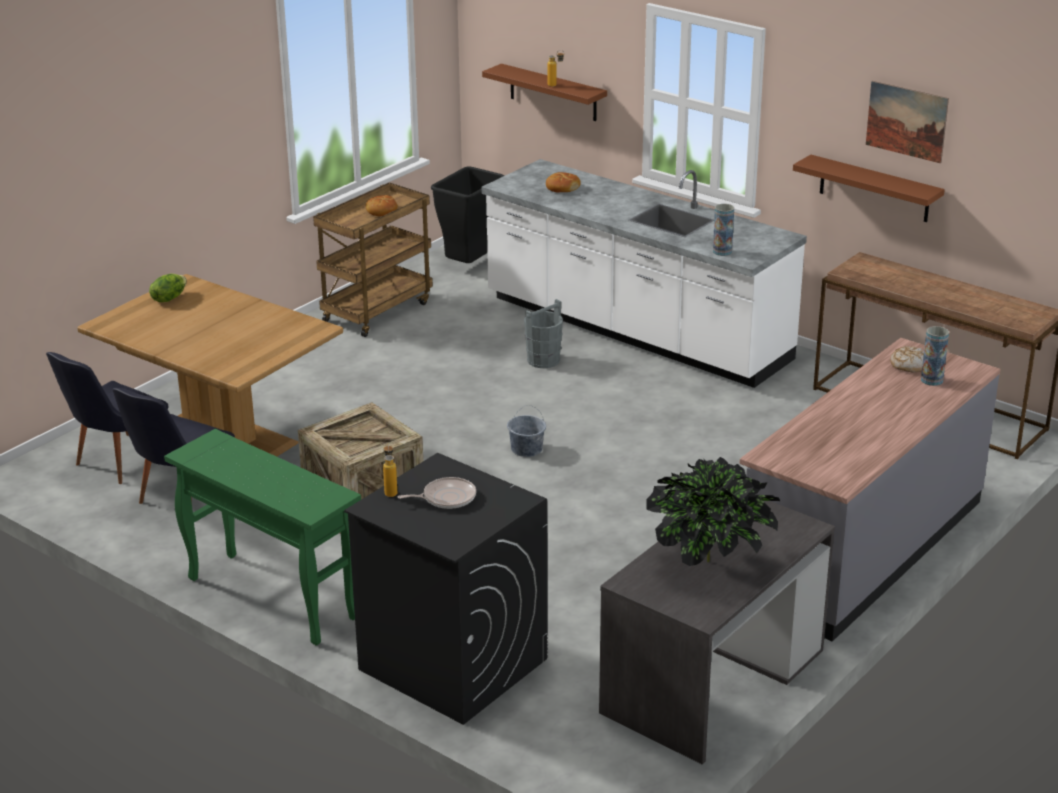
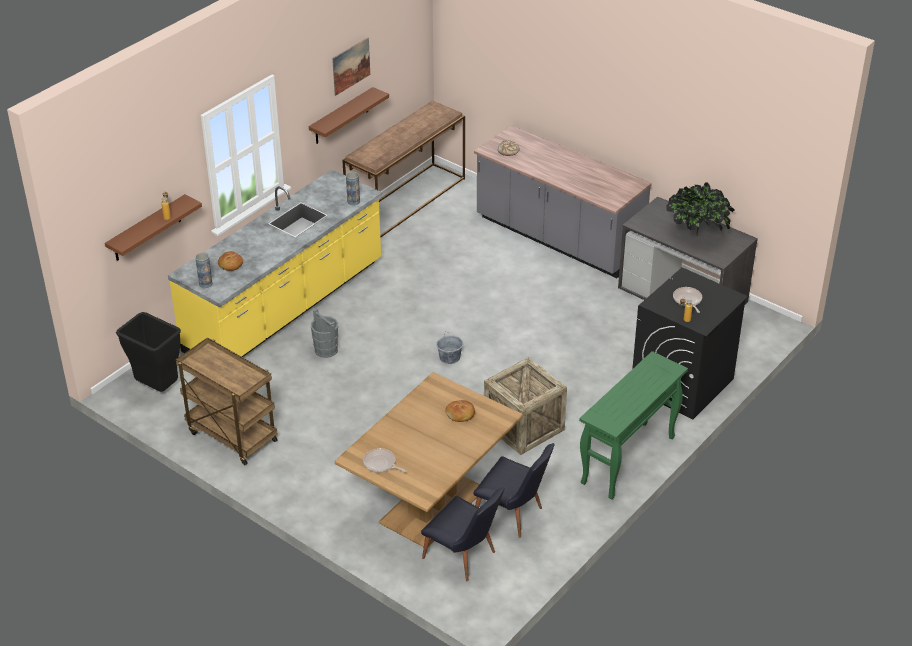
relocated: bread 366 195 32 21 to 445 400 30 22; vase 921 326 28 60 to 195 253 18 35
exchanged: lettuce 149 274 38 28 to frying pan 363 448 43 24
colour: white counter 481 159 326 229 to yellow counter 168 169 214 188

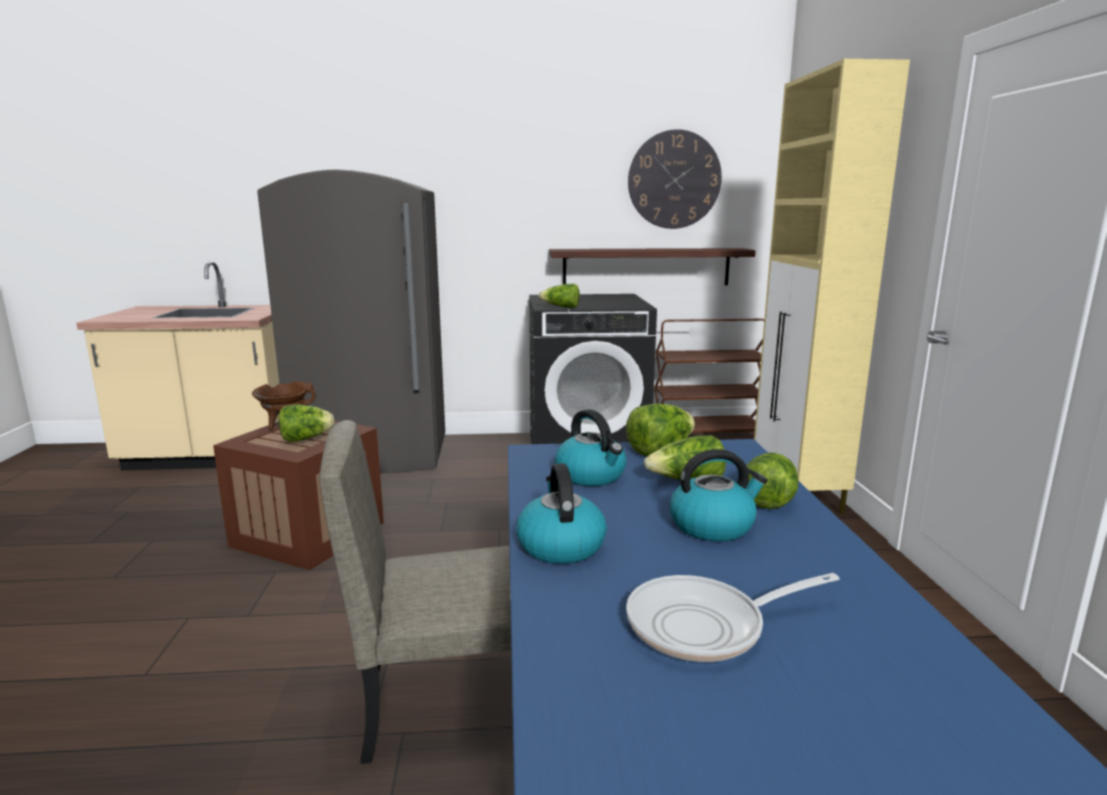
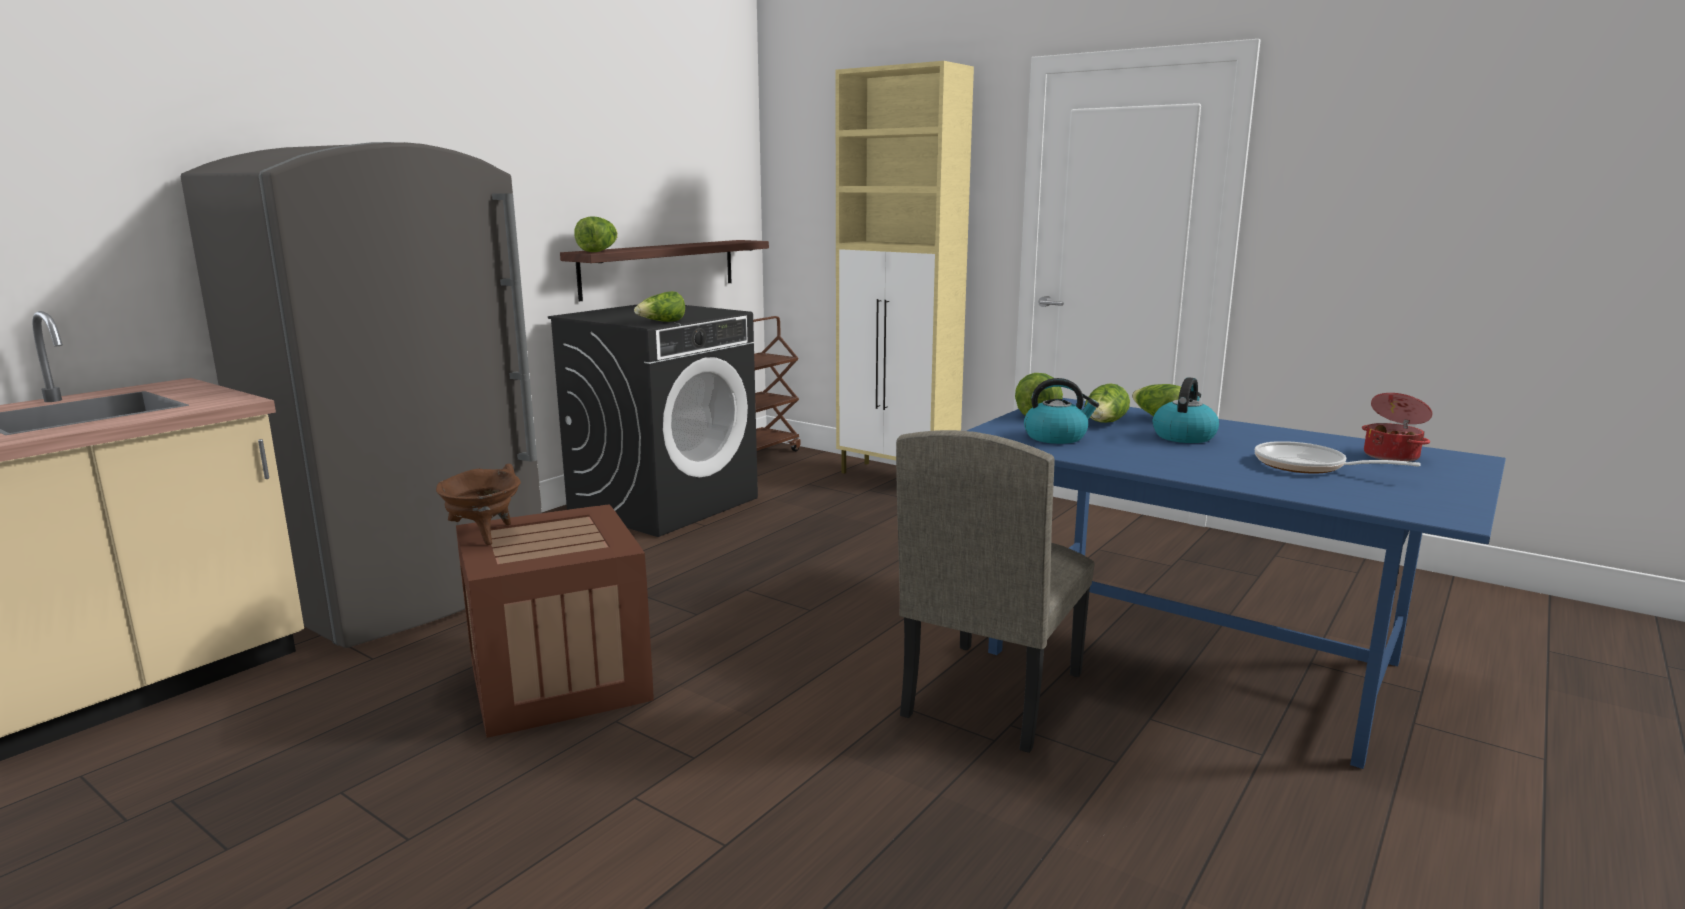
missing: wall clock 628 129 94 100; kettle 516 463 91 101
appeared: cooking pot 1362 393 71 69
relocated: lettuce 279 404 56 38 to 574 216 44 36
spun: frying pan 626 573 214 89 = 1255 441 166 32 105 degrees clockwise

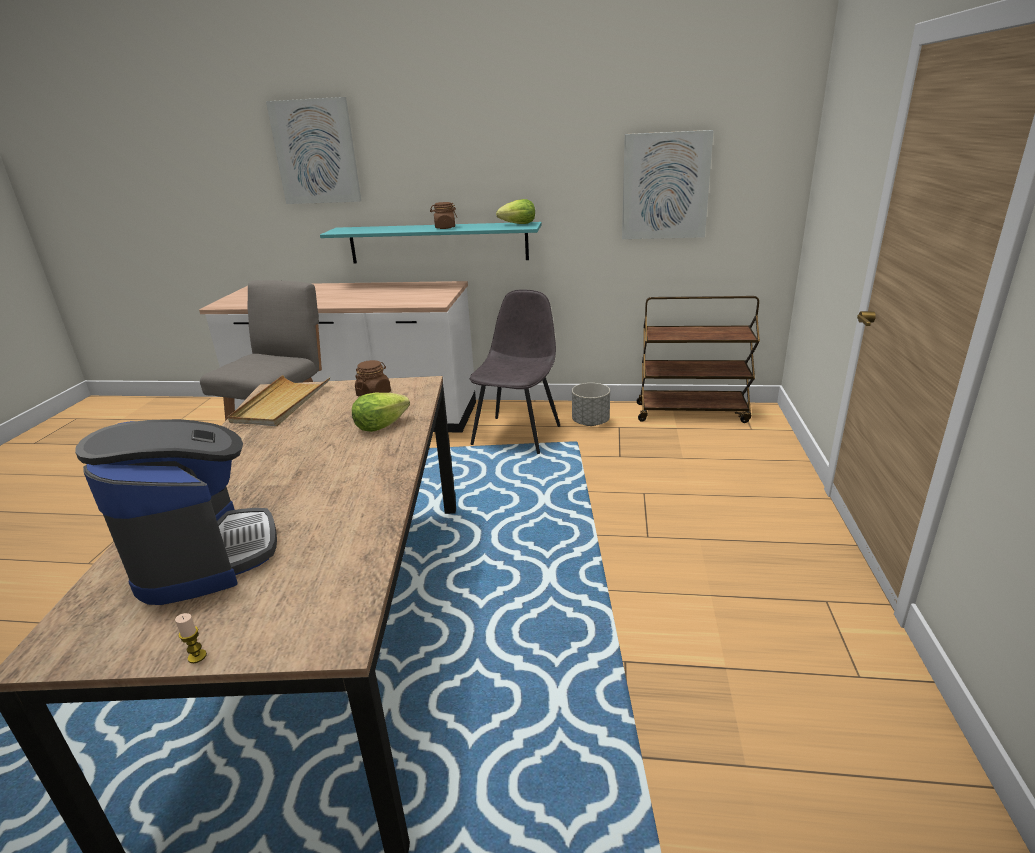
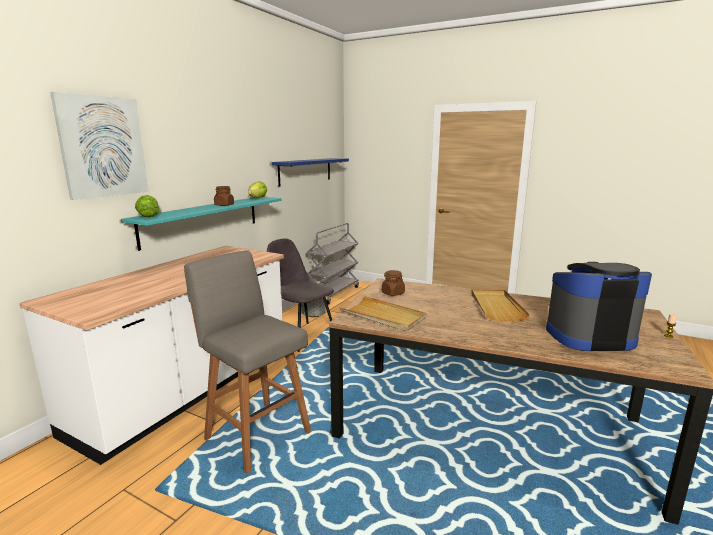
appeared: beige tray 471 289 59 33
relocated: lettuce 352 393 58 39 to 135 195 24 22
exchanged: picture 622 130 92 109 to blue shelf 272 158 77 29
colour: brown cart 637 296 123 127 to grey cart 306 223 53 82

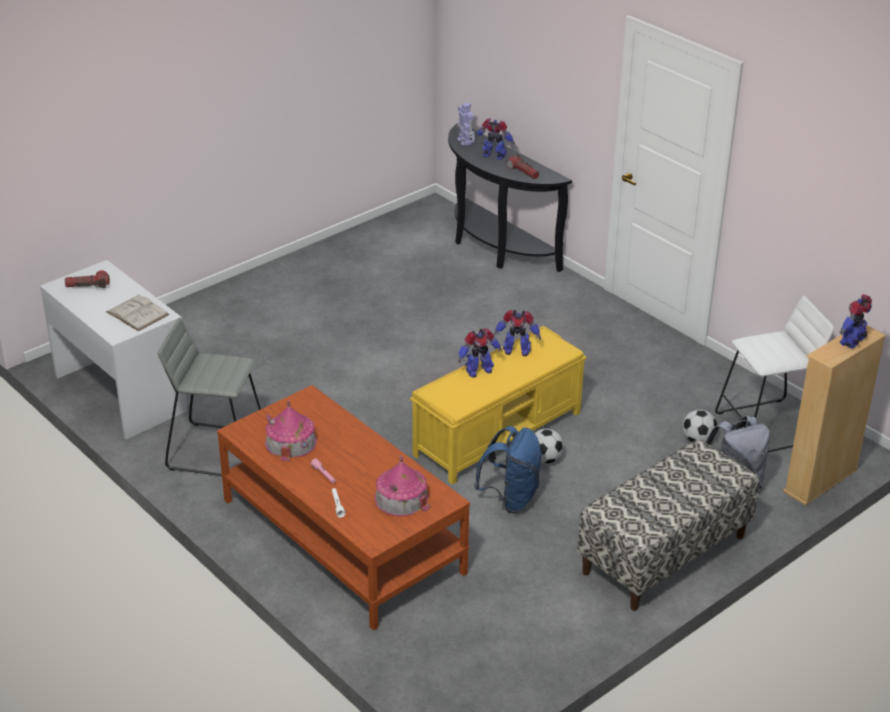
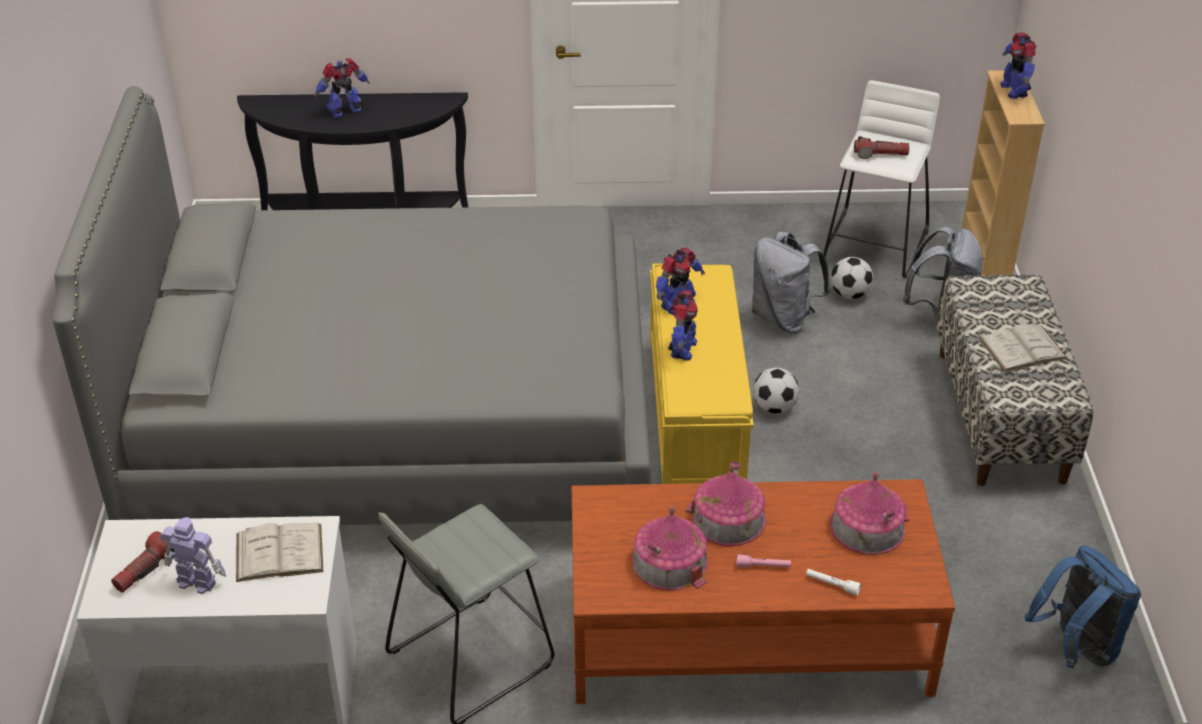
appeared: grey bed 53 86 598 439; grey backpack 752 232 79 101; white book 979 324 89 48; toy house 685 462 81 84
relocated: toy robot 457 103 18 43 to 160 517 66 77; flashlight 506 155 33 24 to 854 136 55 23; blue backpack 474 426 68 87 to 1025 545 116 123

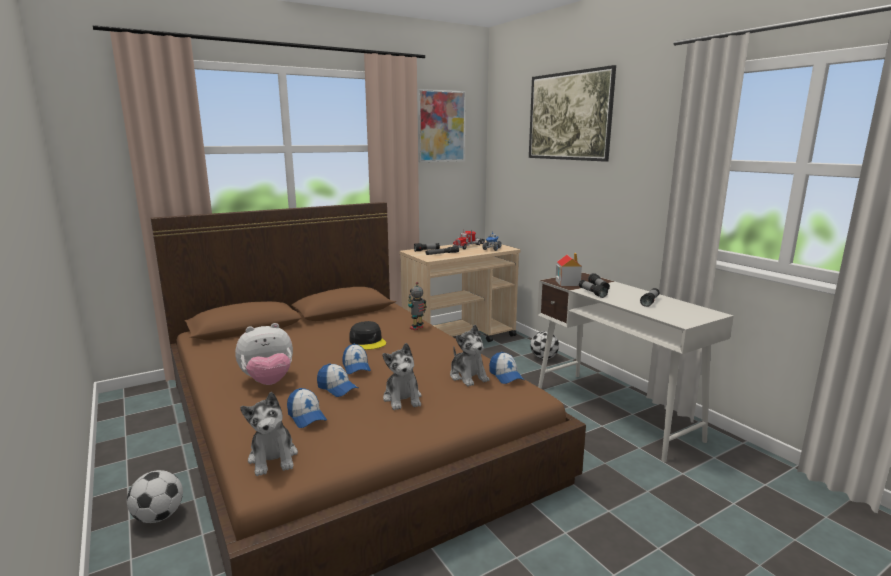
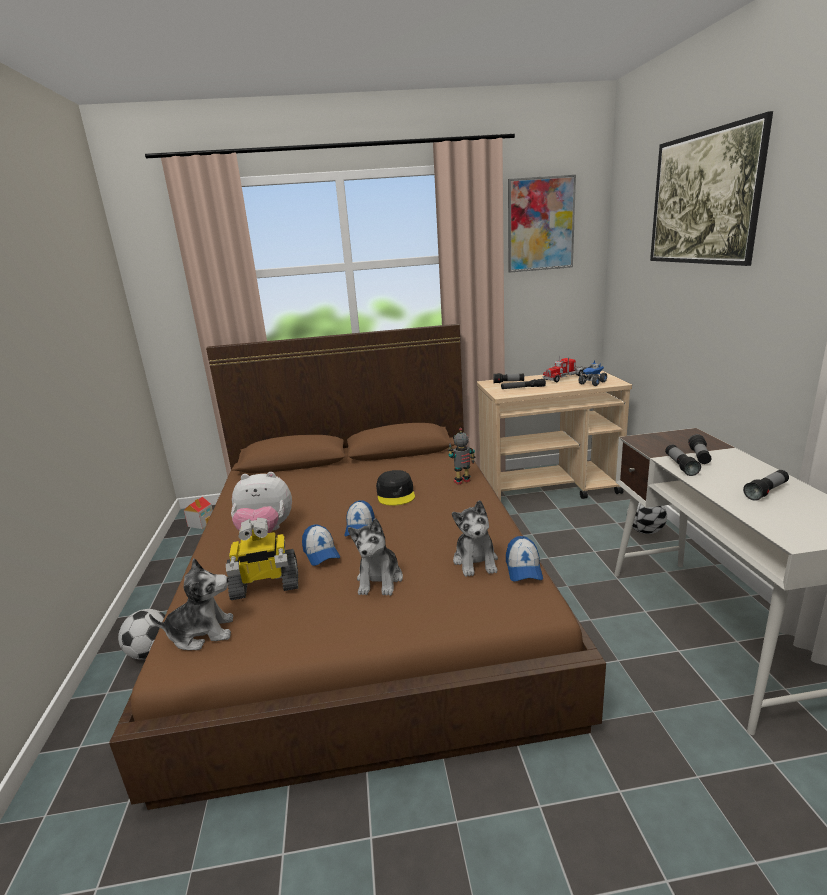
relocated: toy house 556 253 26 33 to 184 497 29 32
exchanged: cap 287 388 40 40 to toy robot 226 517 72 83
spun: plush toy 240 392 58 84 = 149 558 84 92 105 degrees counterclockwise

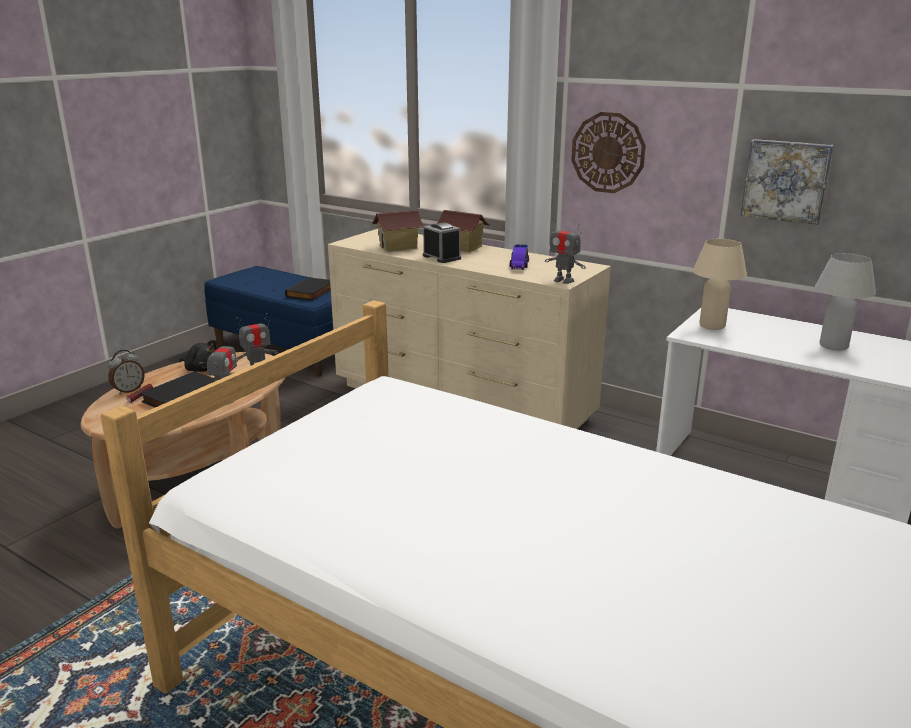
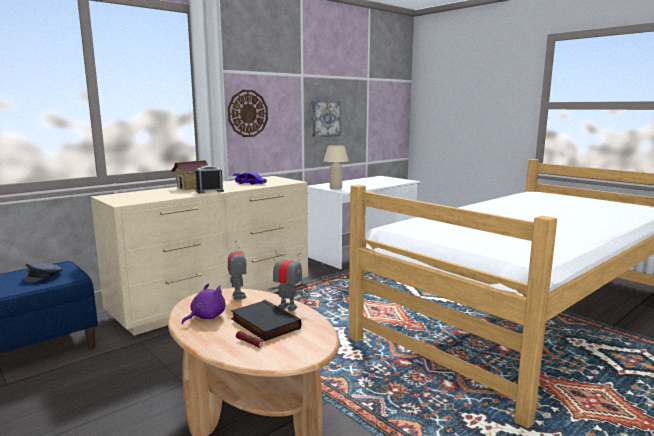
missing: toy house 372 210 52 42; toy robot 545 218 41 66; white table lamp 815 253 61 98; alarm clock 108 350 37 45
exchanged: black book 285 277 46 23 to grey cap 23 263 40 19
colour: black plush toy 179 340 38 32 to purple plush toy 181 283 44 41

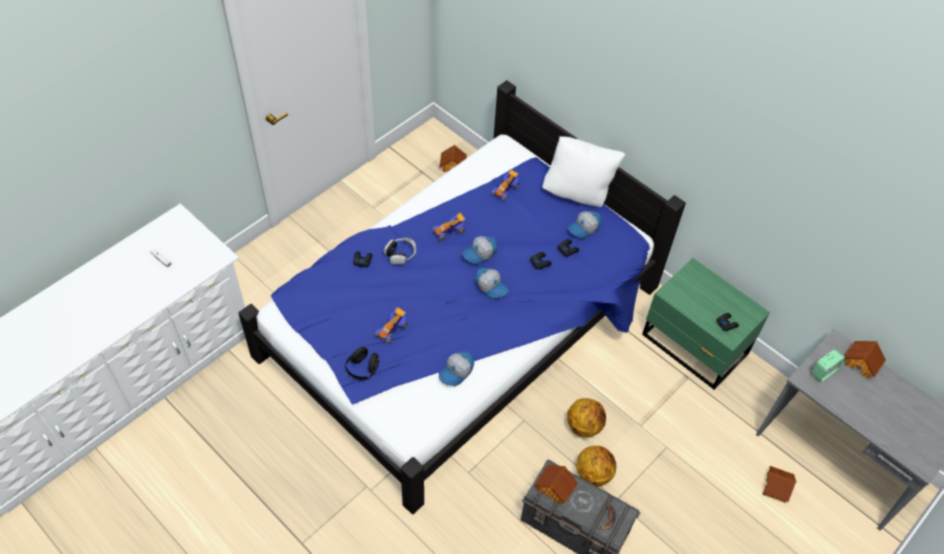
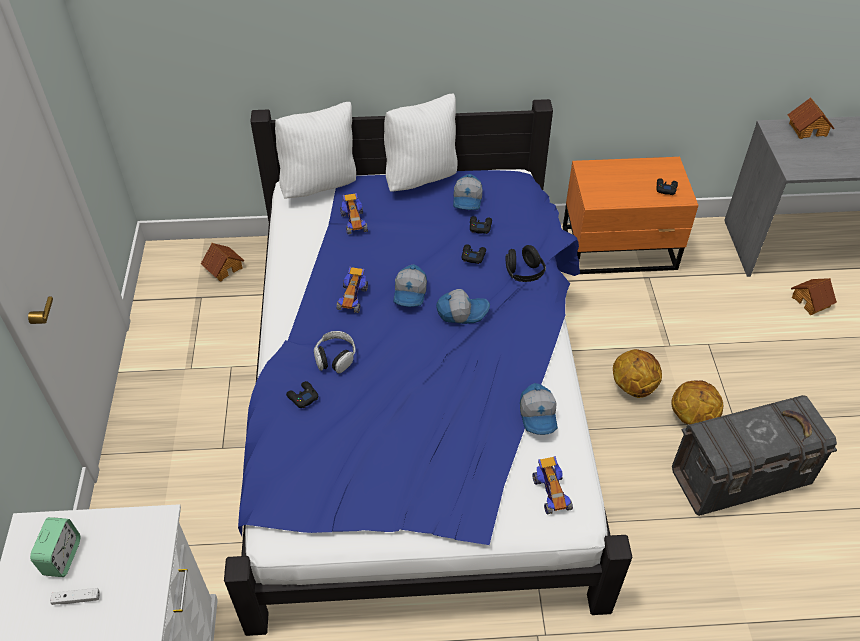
missing: toy house 535 465 43 40
appeared: white pillow 275 102 81 96
relocated: toy car 375 307 32 37 to 533 456 40 58; black headphones 345 347 34 33 to 505 245 41 37; alarm clock 811 349 34 33 to 30 517 50 60
colour: green nightstand 642 258 128 132 to orange nightstand 563 157 136 117

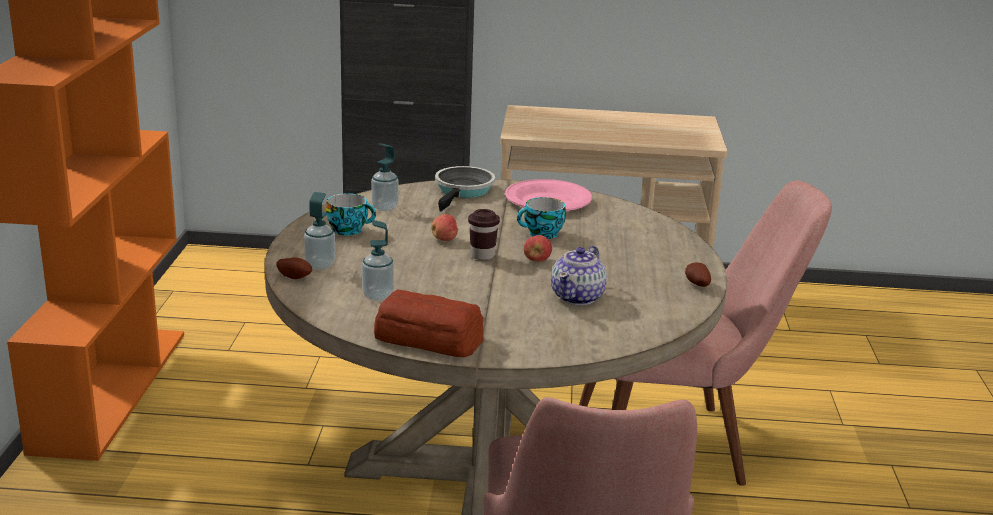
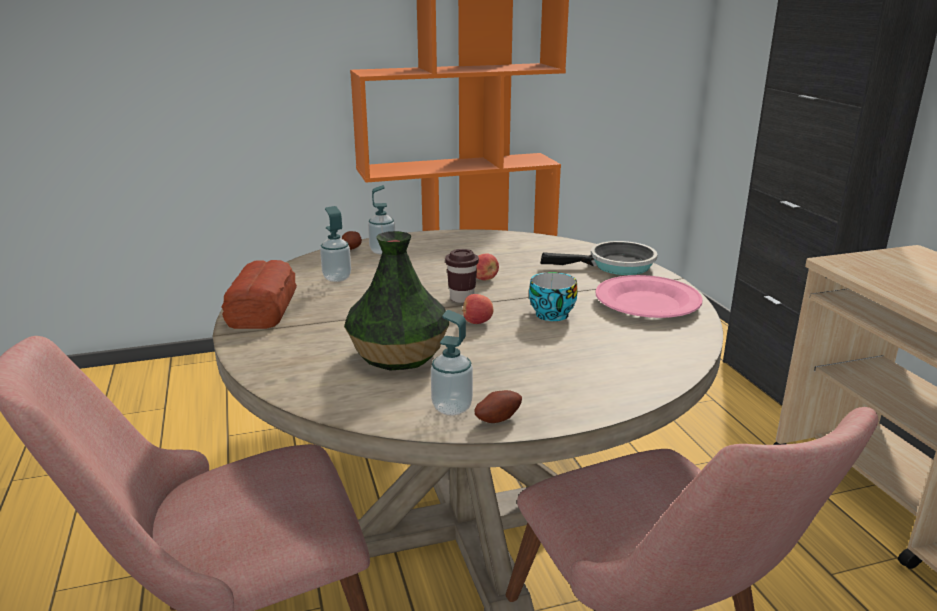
missing: cup 326 193 50 43
relocated: soap dispenser 371 143 28 68 to 431 310 42 105
exchanged: teapot 551 246 56 59 to vase 344 231 105 139

